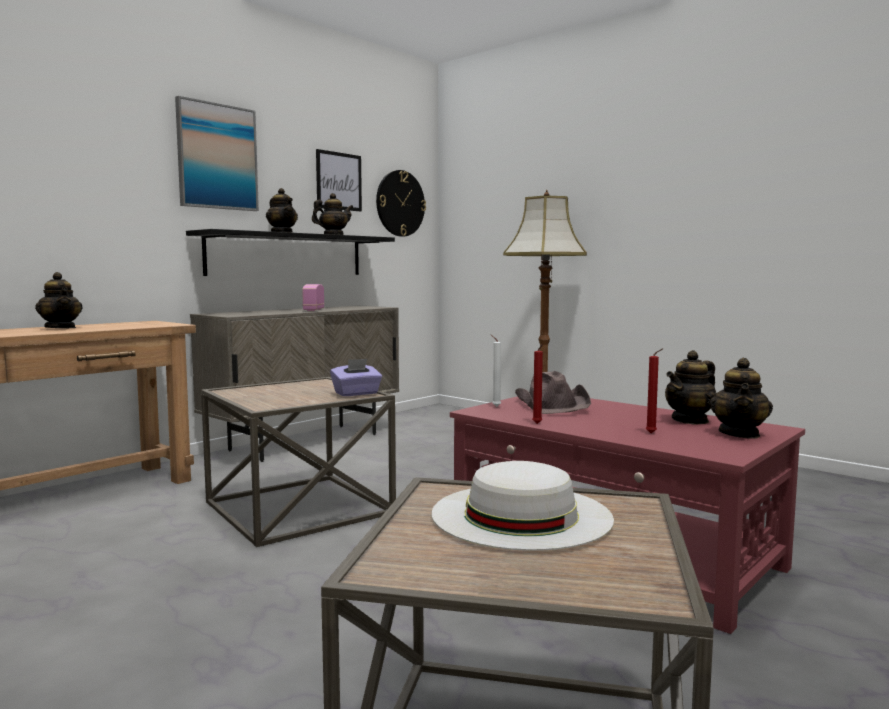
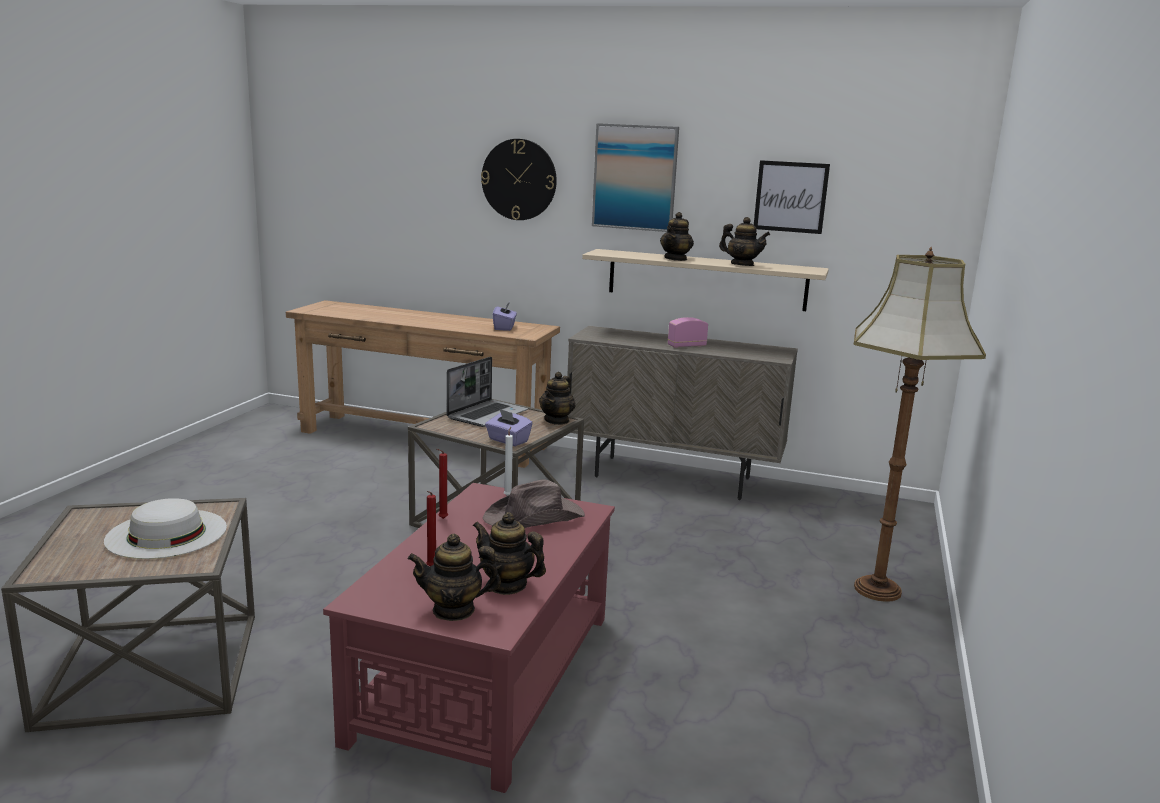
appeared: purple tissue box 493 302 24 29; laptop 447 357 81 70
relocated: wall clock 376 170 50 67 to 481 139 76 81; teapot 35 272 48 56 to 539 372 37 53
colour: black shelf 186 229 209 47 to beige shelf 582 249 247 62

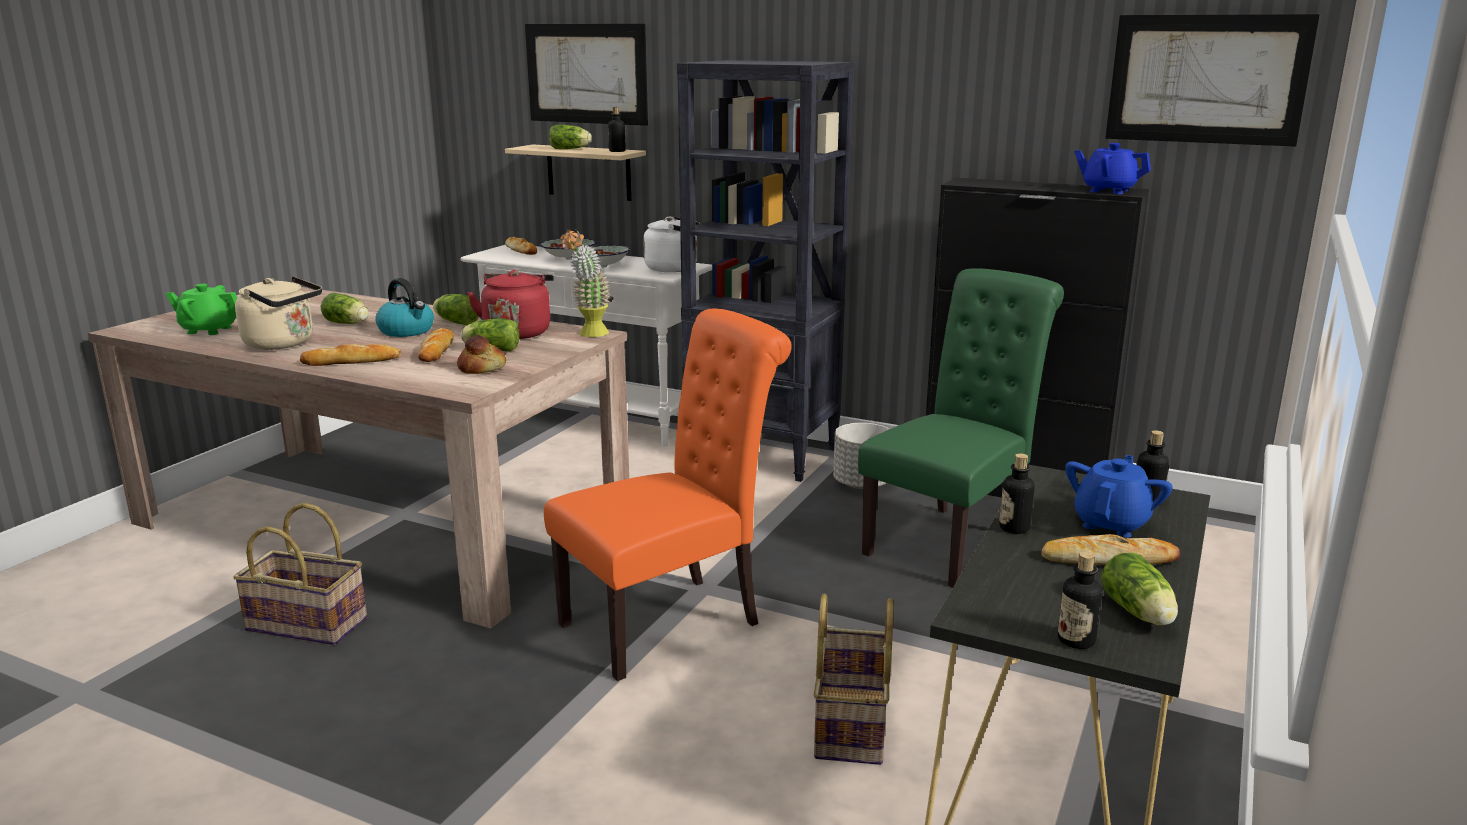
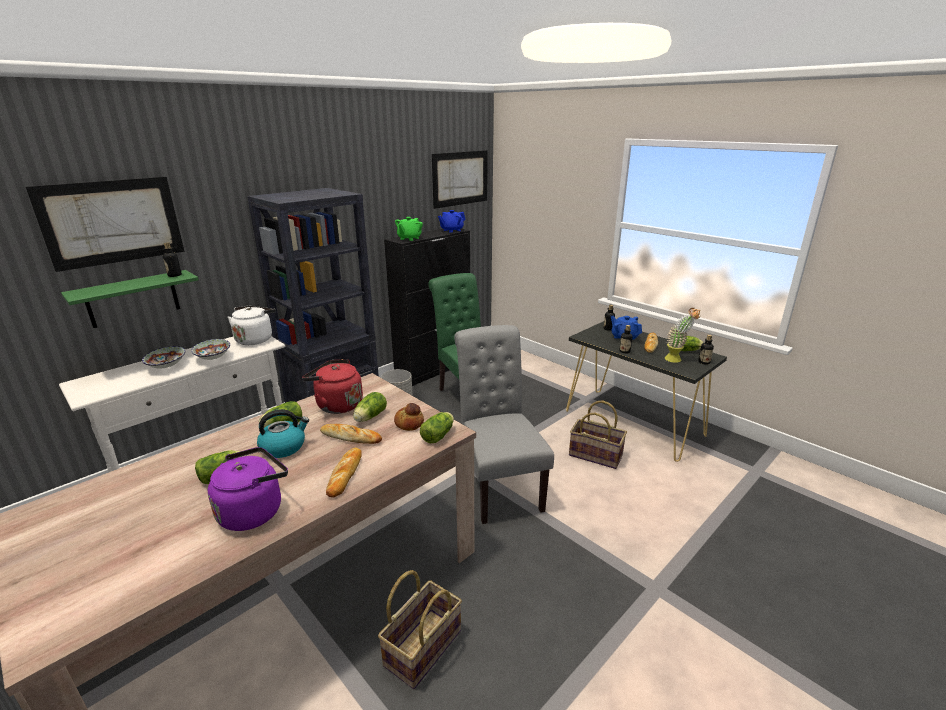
missing: bread 505 237 32 18
relocated: lettuce 549 125 43 24 to 420 412 34 31; potted plant 560 229 51 108 to 665 308 35 55; green teapot 165 284 72 51 to 395 217 28 24
colour: beige shelf 505 144 141 57 to green shelf 61 270 138 58; beige kettle 235 276 87 74 to purple kettle 208 447 80 84; orange chair 544 309 248 372 to grey chair 454 325 100 199

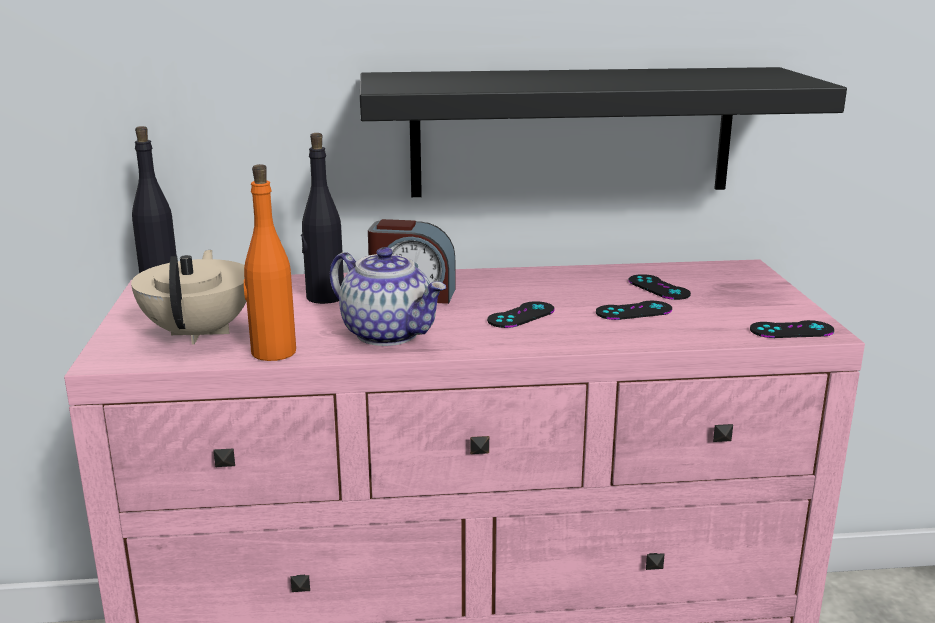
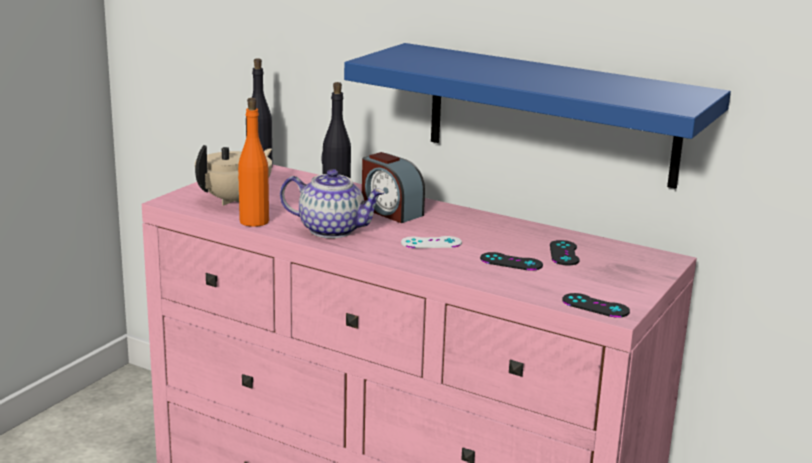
colour: black shelf 360 67 487 130 to blue shelf 344 43 387 146; black game controller 487 301 68 27 to white game controller 401 236 61 12
spun: teapot 330 247 116 99 = 280 169 105 69 60 degrees counterclockwise

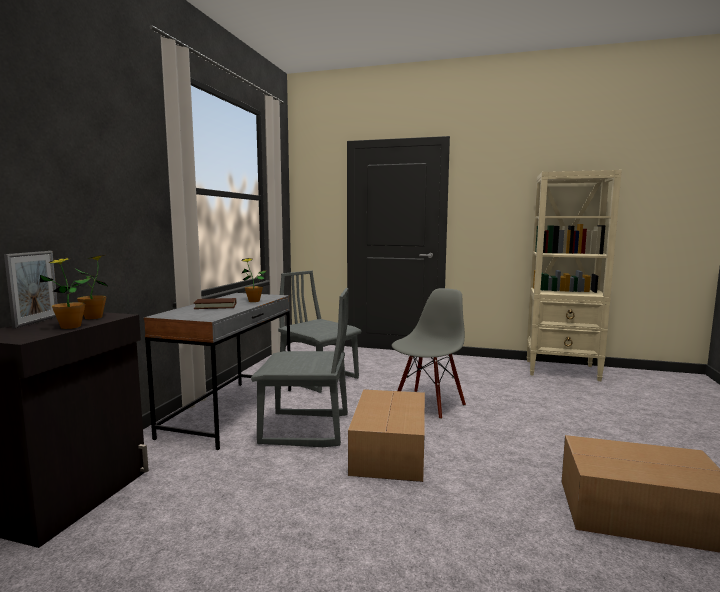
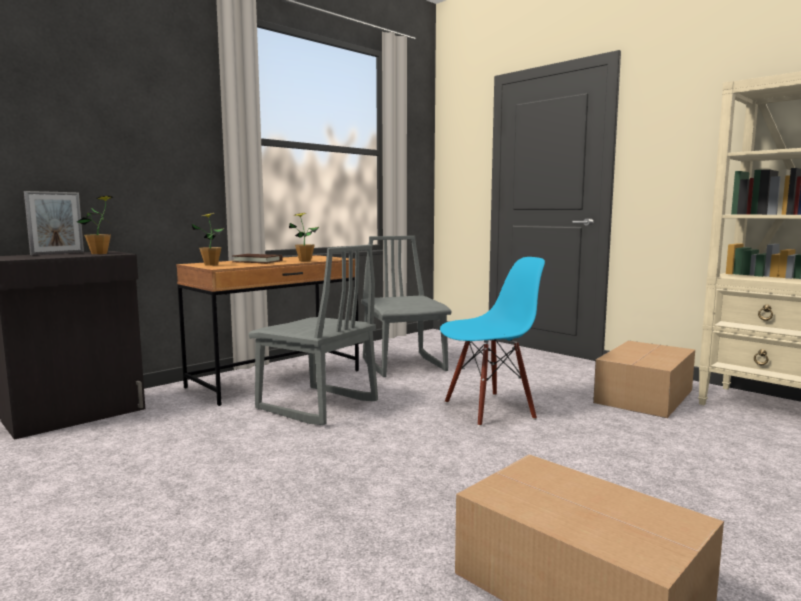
relocated: potted plant 40 258 51 71 to 192 213 32 53; cardboard box 348 389 77 93 to 593 341 102 77
colour: grey chair 392 288 74 131 to blue chair 440 257 105 169; grey desk 144 293 147 157 to brown desk 176 255 183 151

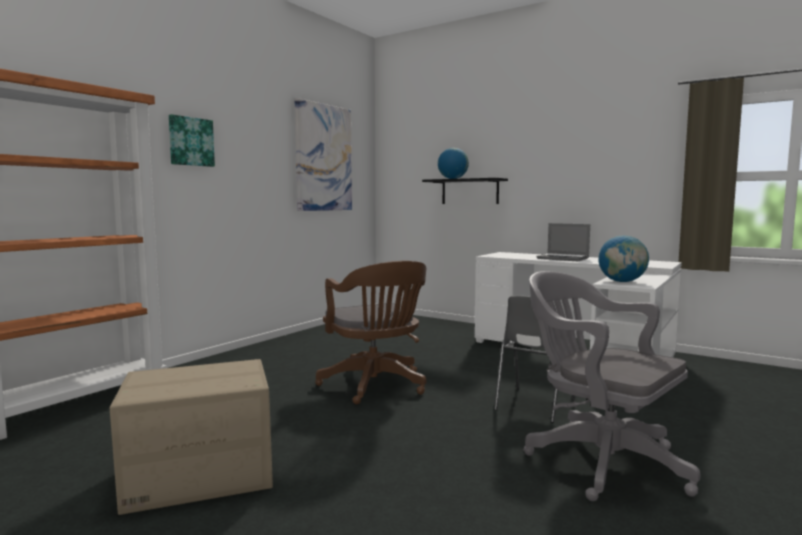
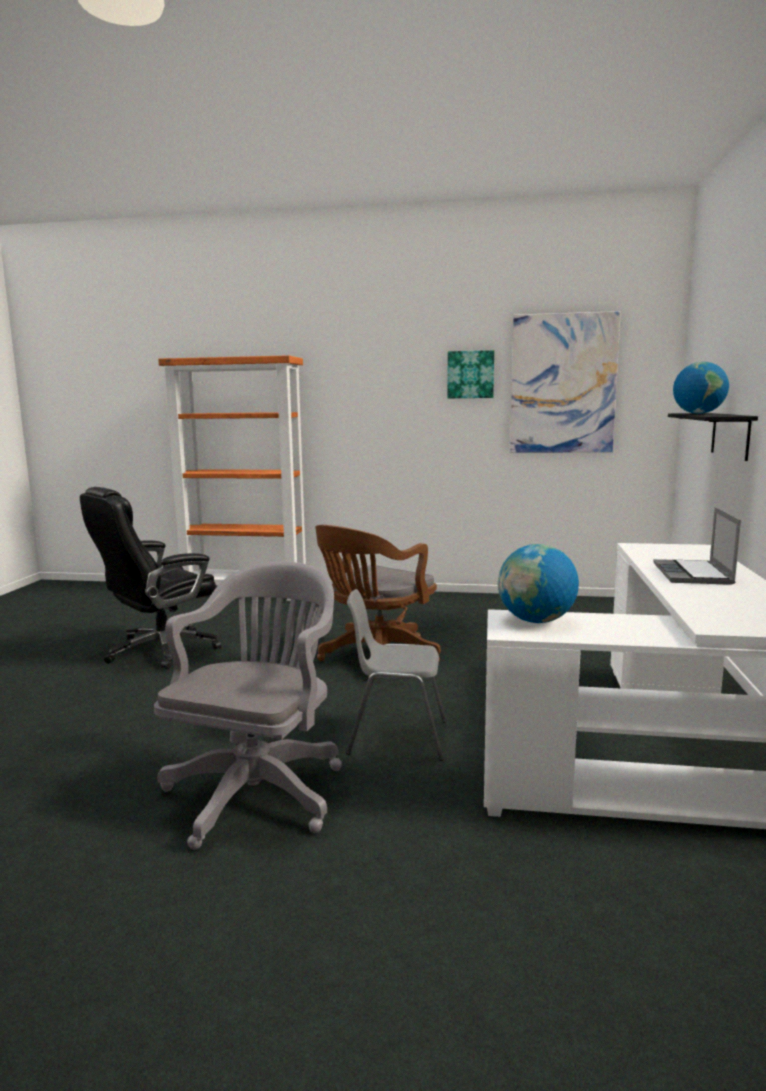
relocated: picture 169 114 46 53 to 447 350 47 48
exchanged: cardboard box 110 359 163 156 to black office chair 80 487 141 182

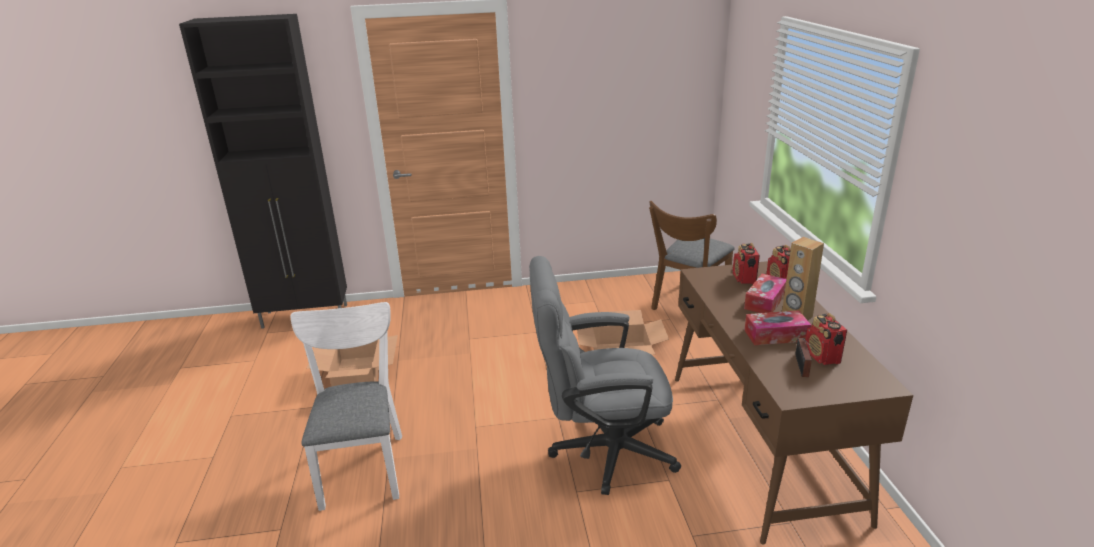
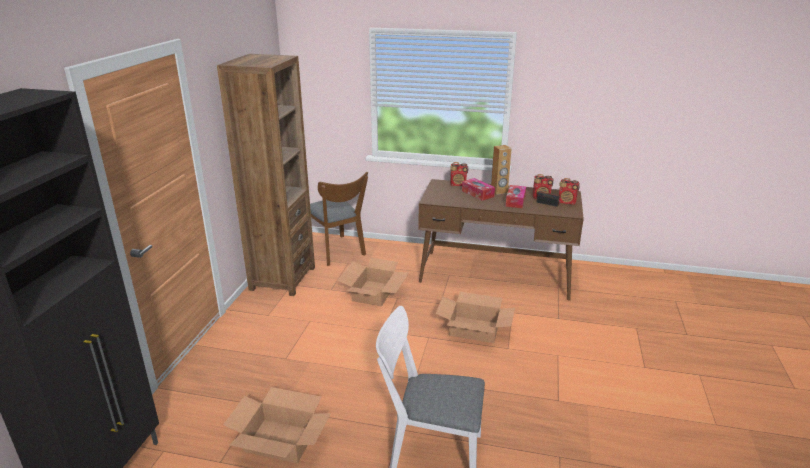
appeared: brown bookcase 217 54 98 242
relocated: radio 733 243 27 41 to 559 178 21 27
exchanged: grey office chair 529 256 152 239 to cardboard box 436 292 79 51

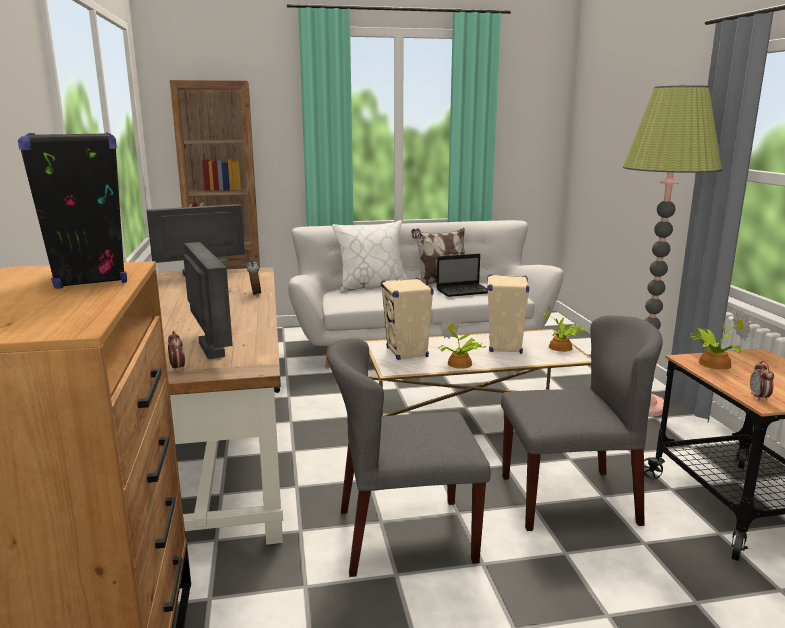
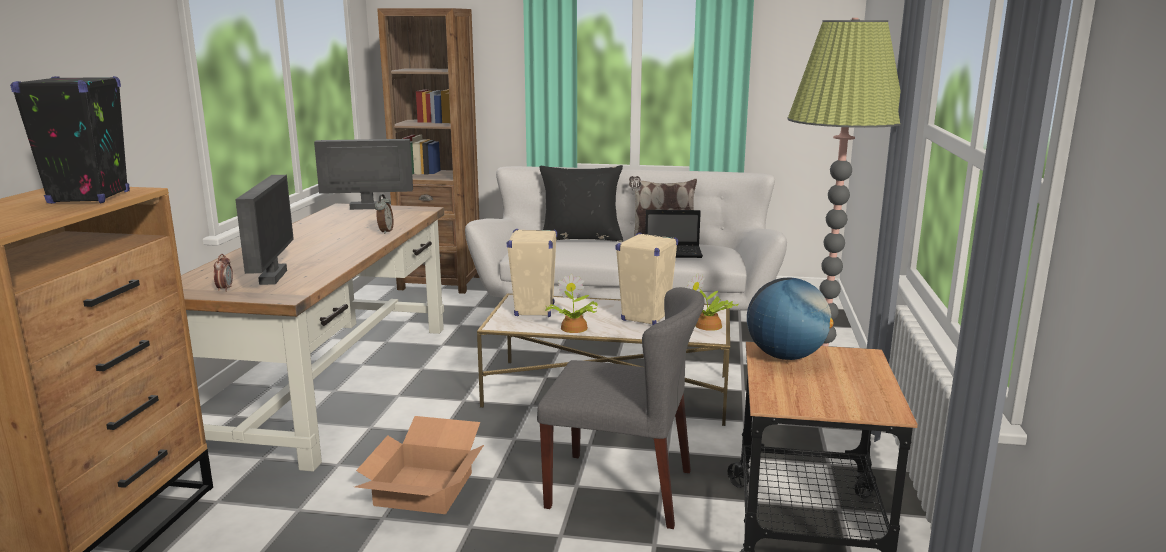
missing: alarm clock 750 361 24 40
exchanged: potted plant 690 310 61 60 to globe 747 277 86 83; grey chair 327 338 164 239 to cardboard box 355 416 129 98
colour: white pillow 332 220 76 73 to black pillow 539 165 84 77

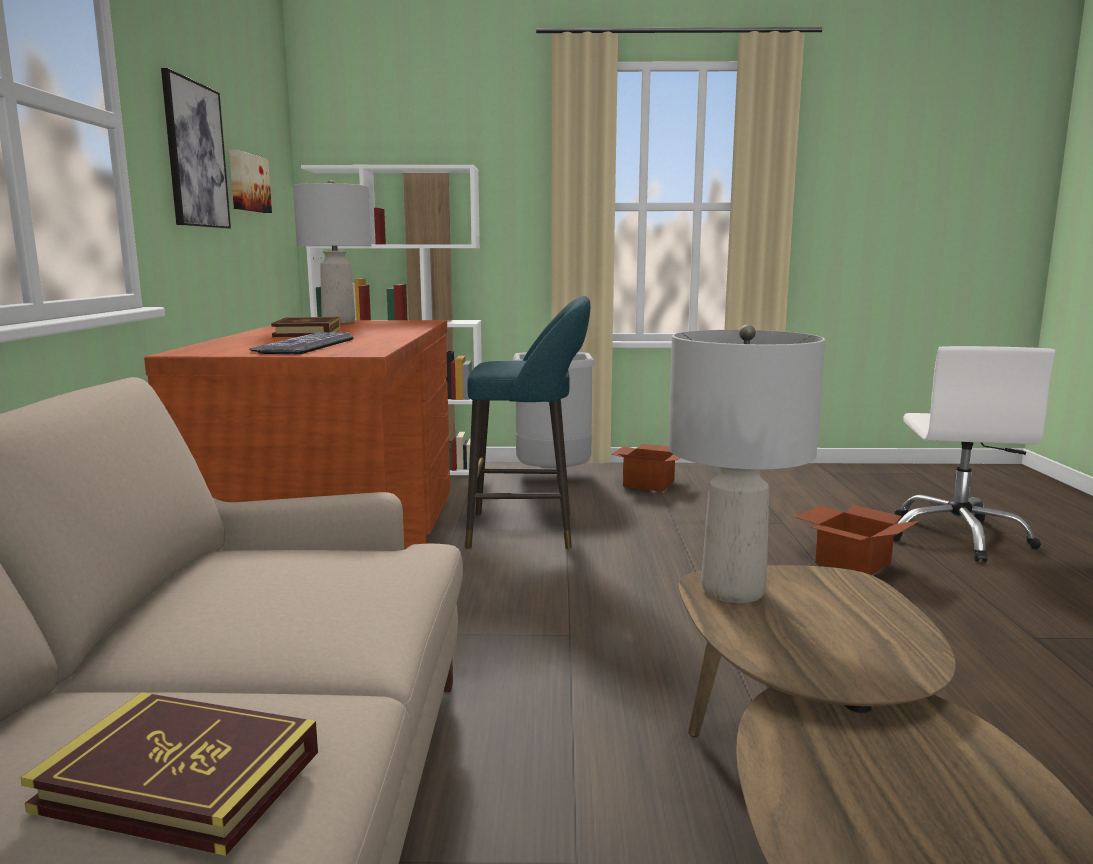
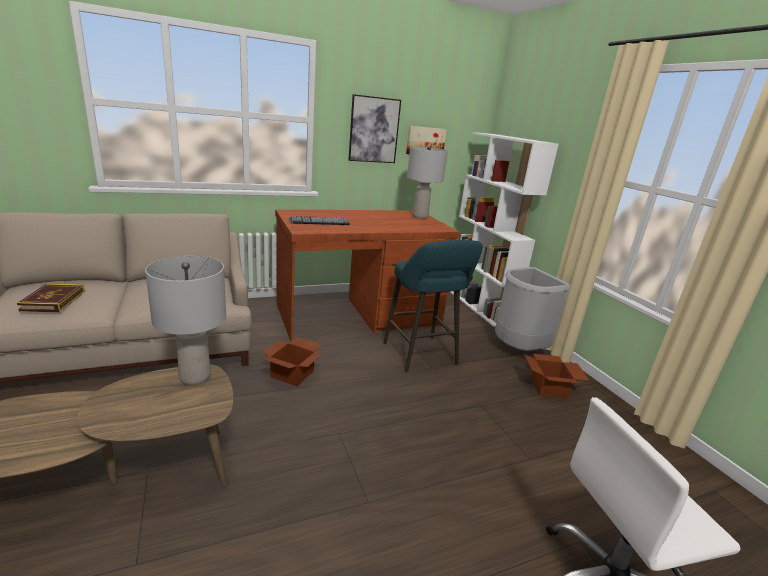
missing: book 271 317 69 20
relocated: cardboard box 795 505 126 70 to 261 337 62 49

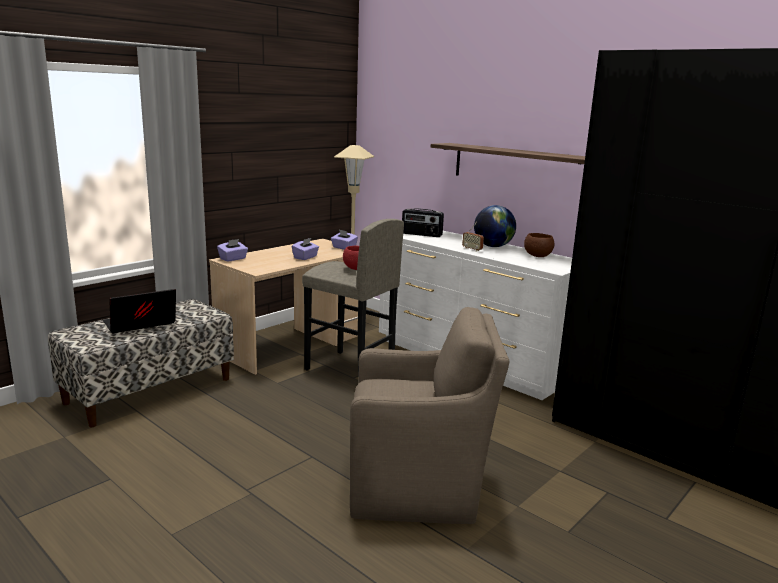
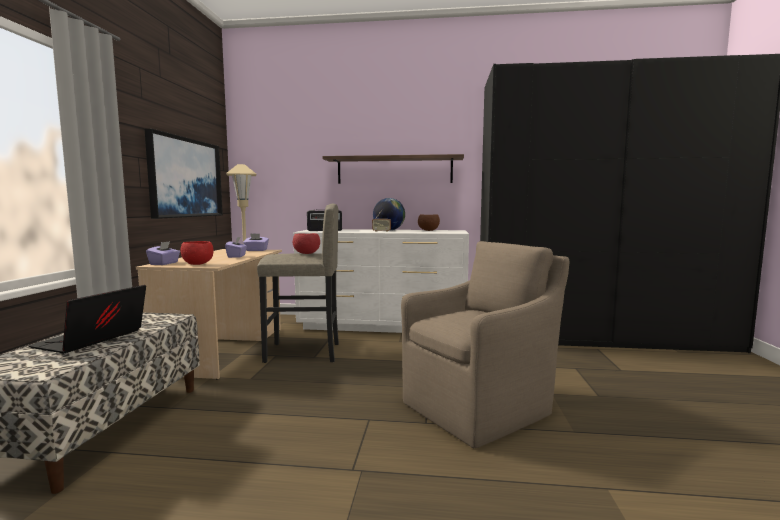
appeared: picture 145 129 78 90; red bowl 181 241 32 24

